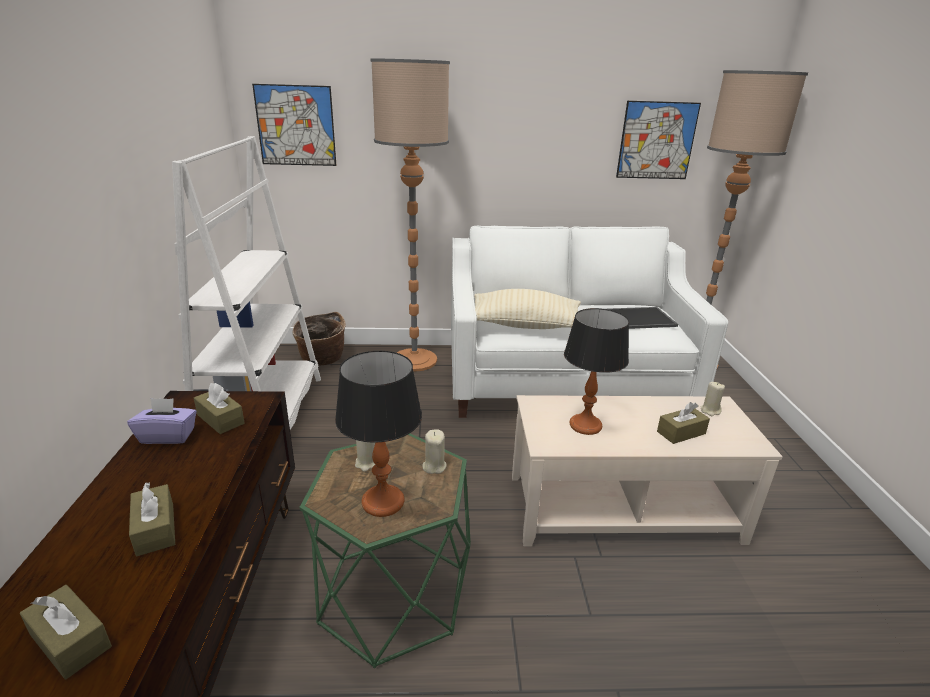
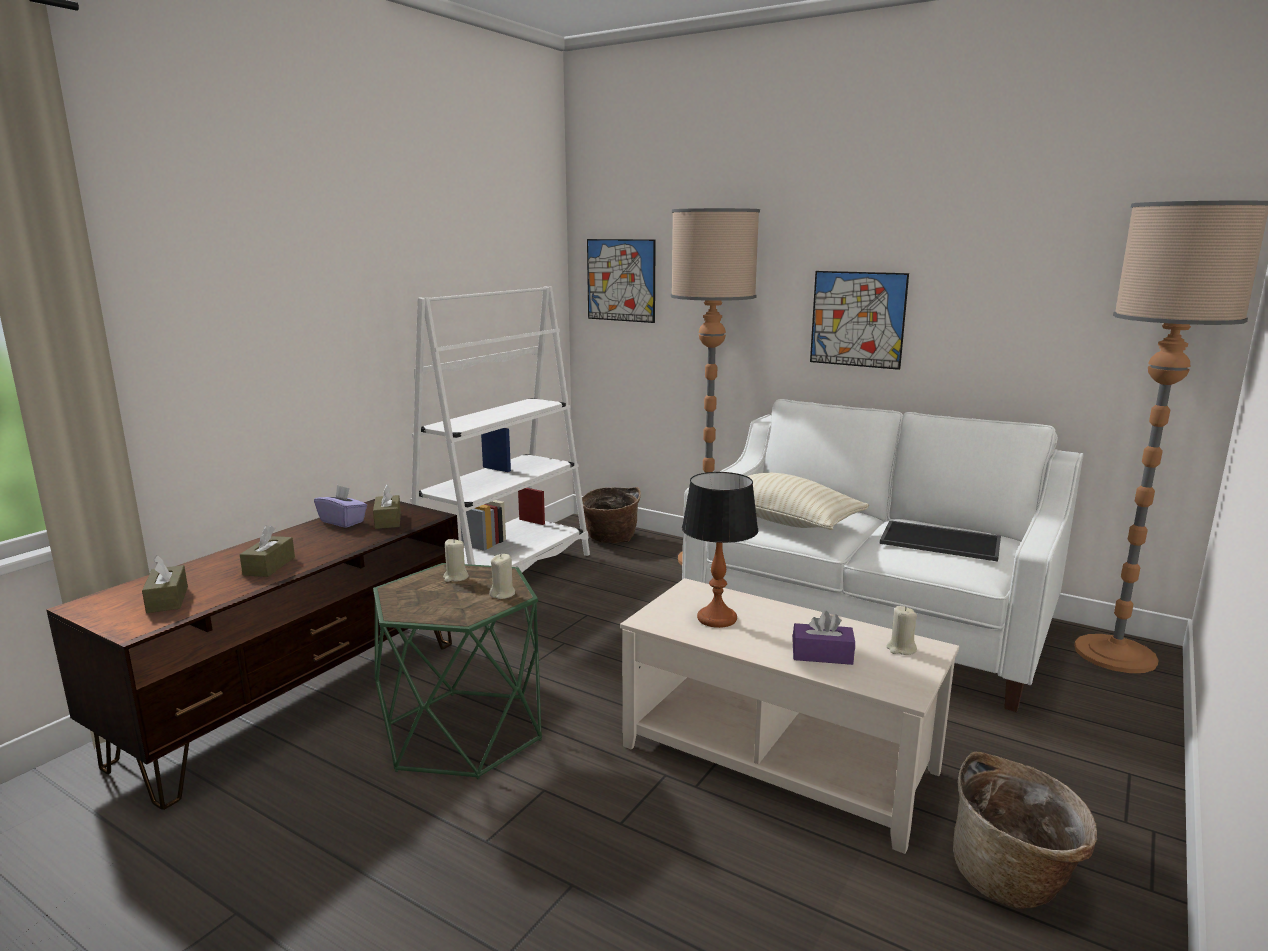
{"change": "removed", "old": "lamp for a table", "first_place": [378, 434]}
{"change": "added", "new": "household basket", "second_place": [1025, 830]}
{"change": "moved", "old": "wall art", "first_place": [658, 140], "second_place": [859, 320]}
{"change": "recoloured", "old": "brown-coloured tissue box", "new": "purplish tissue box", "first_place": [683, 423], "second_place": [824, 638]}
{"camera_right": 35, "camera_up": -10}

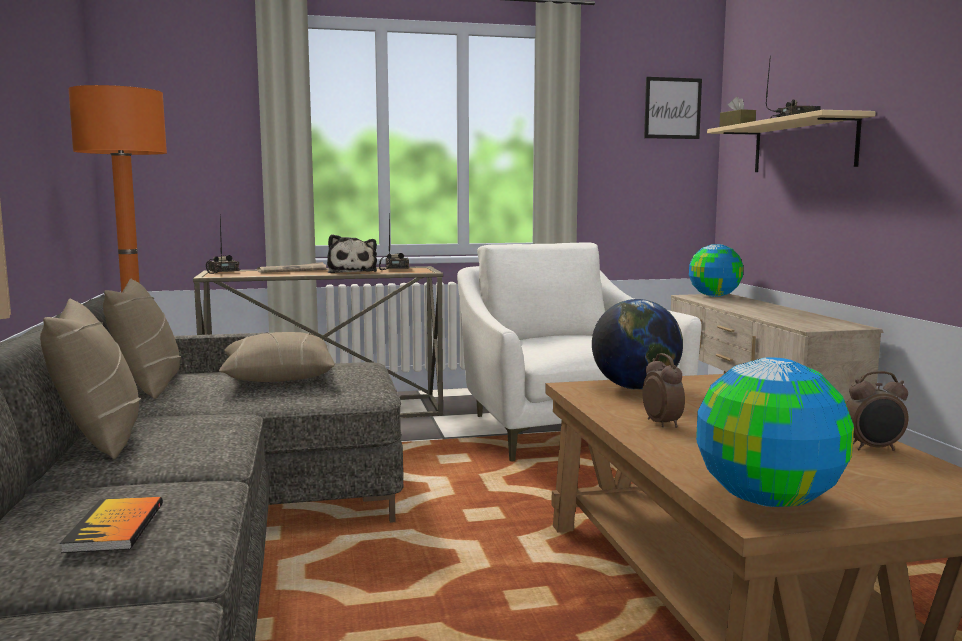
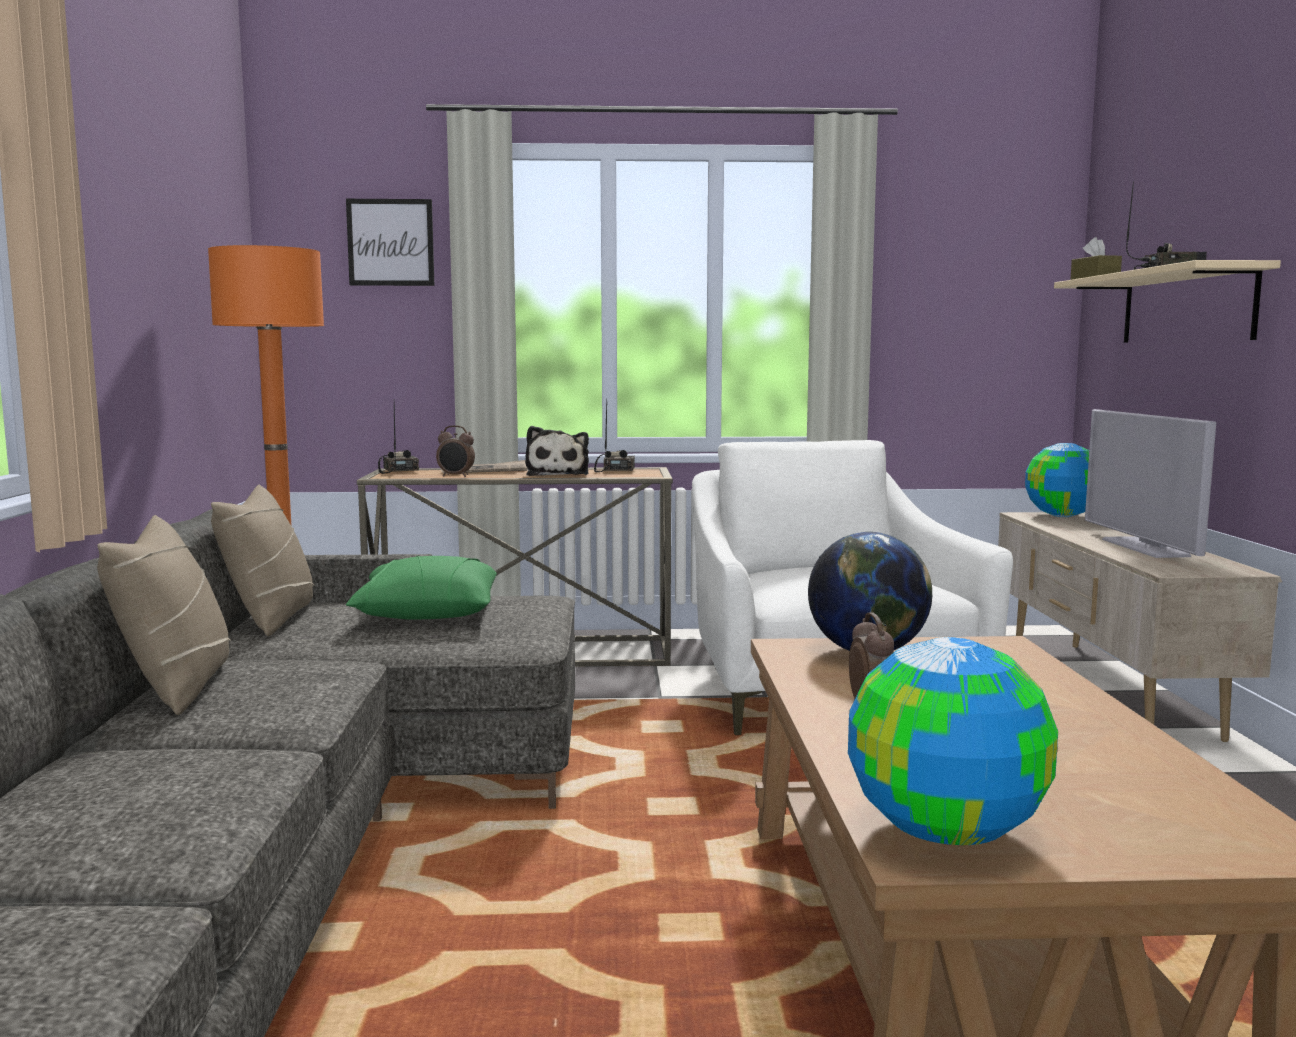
{"change": "removed", "old": "bound book", "first_place": [111, 525]}
{"change": "added", "new": "TV", "second_place": [1150, 483]}
{"change": "moved", "old": "wall art", "first_place": [673, 108], "second_place": [390, 242]}
{"change": "moved", "old": "table clock", "first_place": [877, 411], "second_place": [455, 451]}
{"change": "recoloured", "old": "beige cushion", "new": "green cushion", "first_place": [277, 357], "second_place": [421, 588]}
{"camera_right": 10, "camera_up": 0}

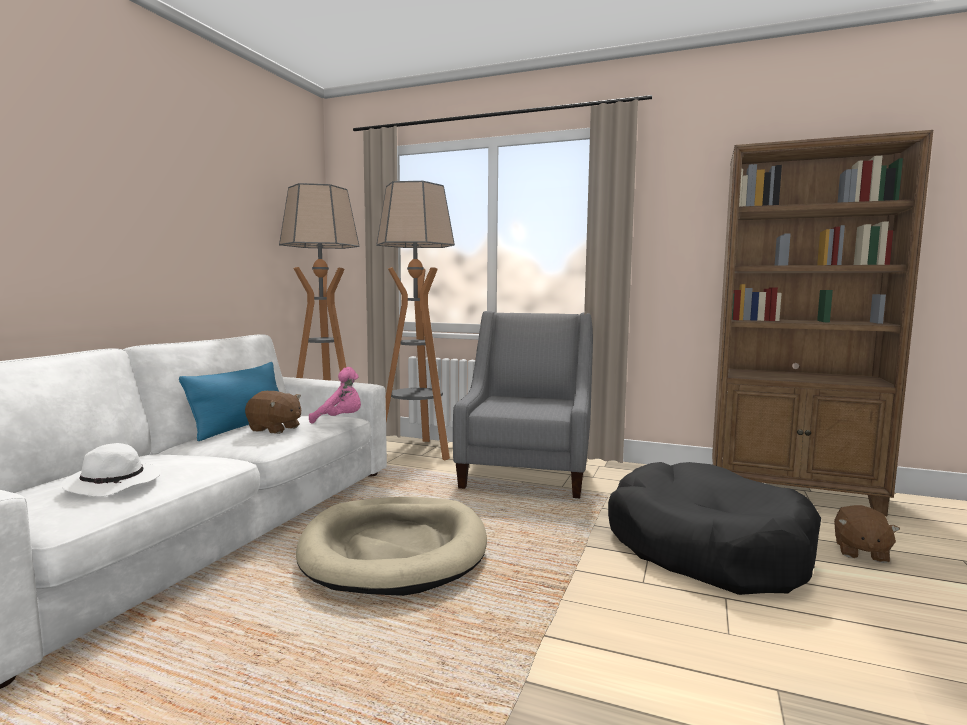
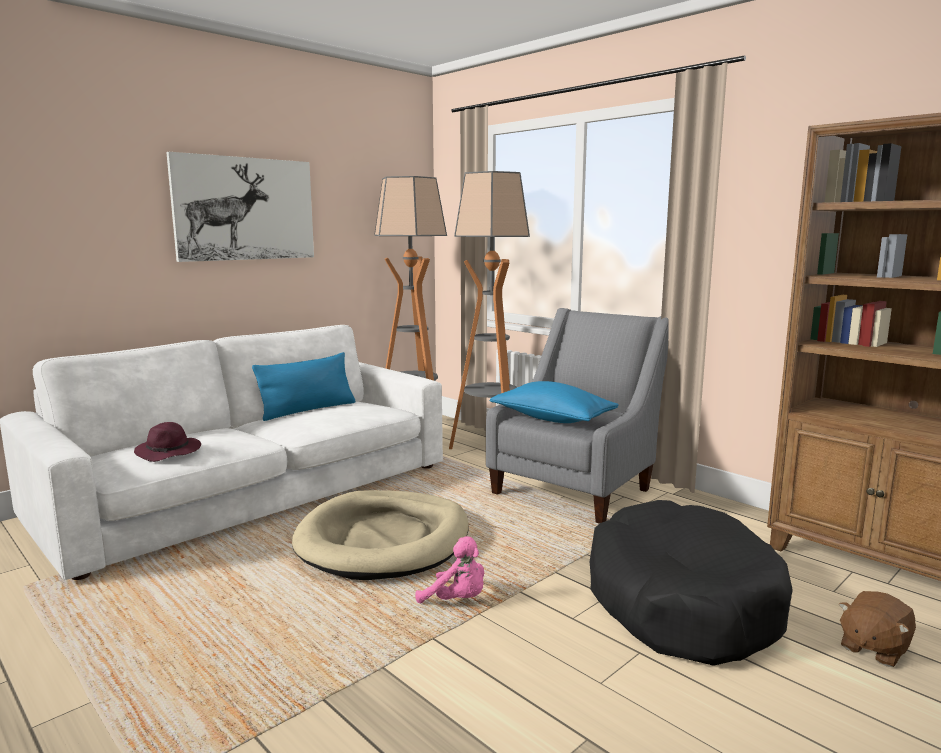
{"change": "removed", "old": "brown-coloured cuddly toy", "first_place": [273, 412]}
{"change": "added", "new": "wall art", "second_place": [240, 207]}
{"change": "added", "new": "bluish cushion", "second_place": [554, 402]}
{"change": "moved", "old": "pink cuddly toy", "first_place": [335, 395], "second_place": [449, 569]}
{"change": "recoloured", "old": "white-coloured wearable hat", "new": "purplish wearable hat", "first_place": [111, 470], "second_place": [167, 442]}
{"camera_right": 25, "camera_up": 5}

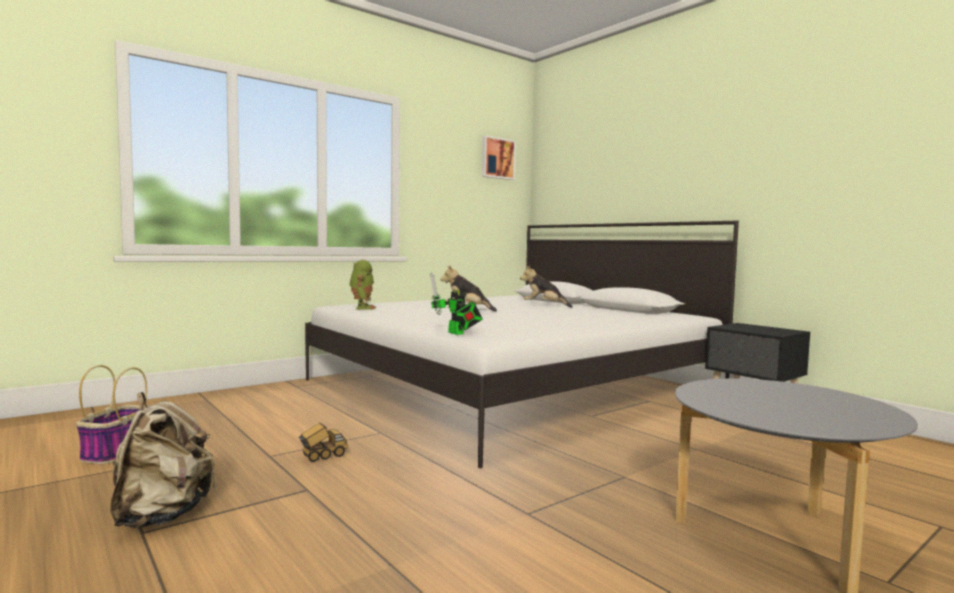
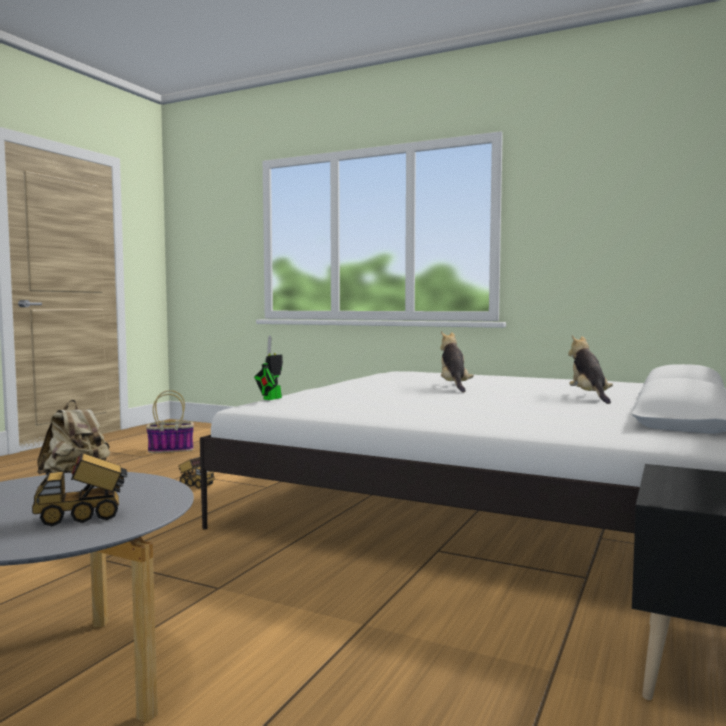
{"change": "removed", "old": "model robot", "first_place": [362, 285]}
{"change": "removed", "old": "wall art", "first_place": [499, 157]}
{"change": "added", "new": "model truck", "second_place": [80, 490]}
{"camera_right": 65, "camera_up": 0}

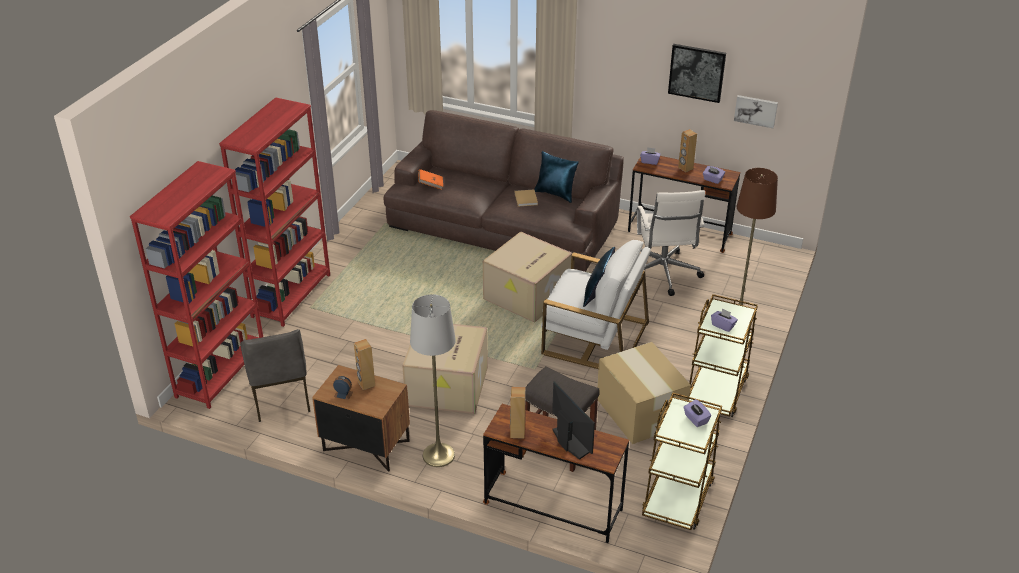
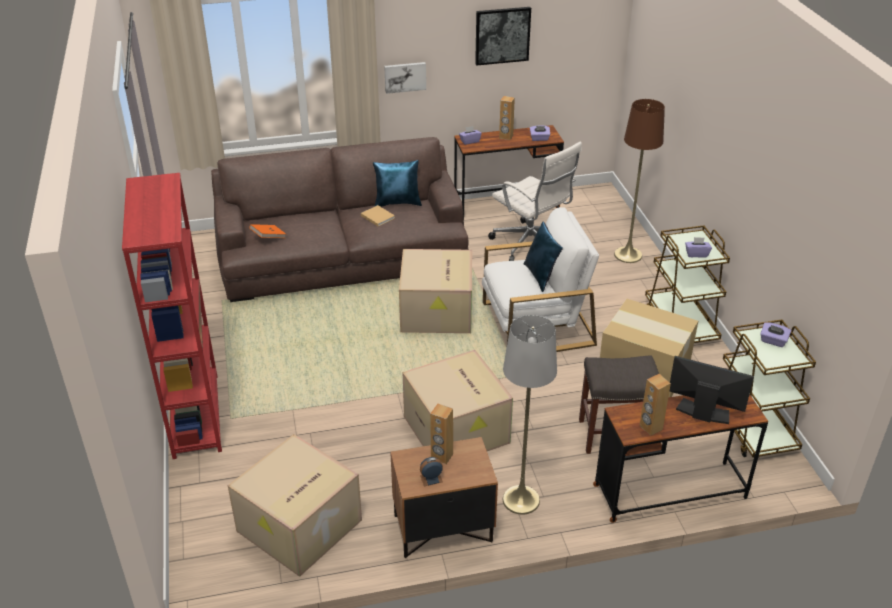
{"change": "removed", "old": "red bookshelf", "first_place": [196, 285]}
{"change": "moved", "old": "wall art", "first_place": [756, 111], "second_place": [405, 78]}
{"change": "replaced", "old": "grey plain chair", "new": "cardboard box", "first_place": [275, 375], "second_place": [295, 505]}
{"camera_right": -35, "camera_up": 0}

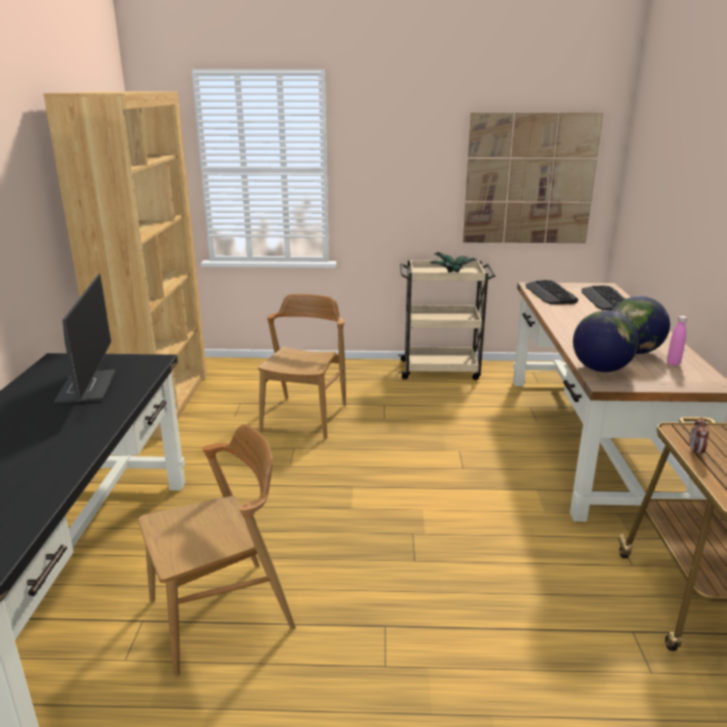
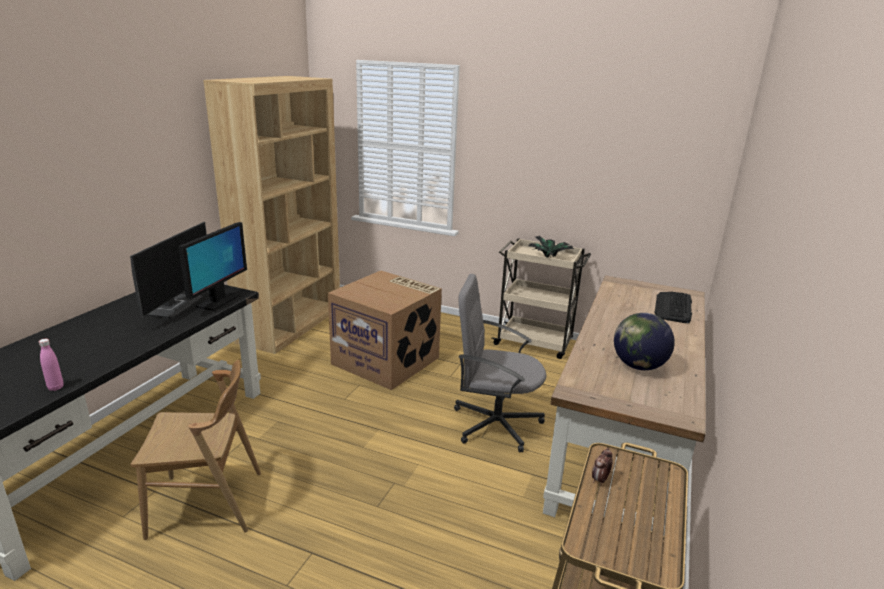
{"change": "removed", "old": "wall art", "first_place": [533, 178]}
{"change": "removed", "old": "keyboard", "first_place": [551, 292]}
{"change": "removed", "old": "world globe", "first_place": [606, 341]}
{"change": "added", "new": "monitor", "second_place": [212, 266]}
{"change": "added", "new": "grey office chair", "second_place": [500, 363]}
{"change": "moved", "old": "pink beverage bottle", "first_place": [677, 341], "second_place": [51, 365]}
{"change": "replaced", "old": "brown-coloured plain chair", "new": "cardboard box", "first_place": [302, 366], "second_place": [385, 330]}
{"camera_right": 20, "camera_up": 0}

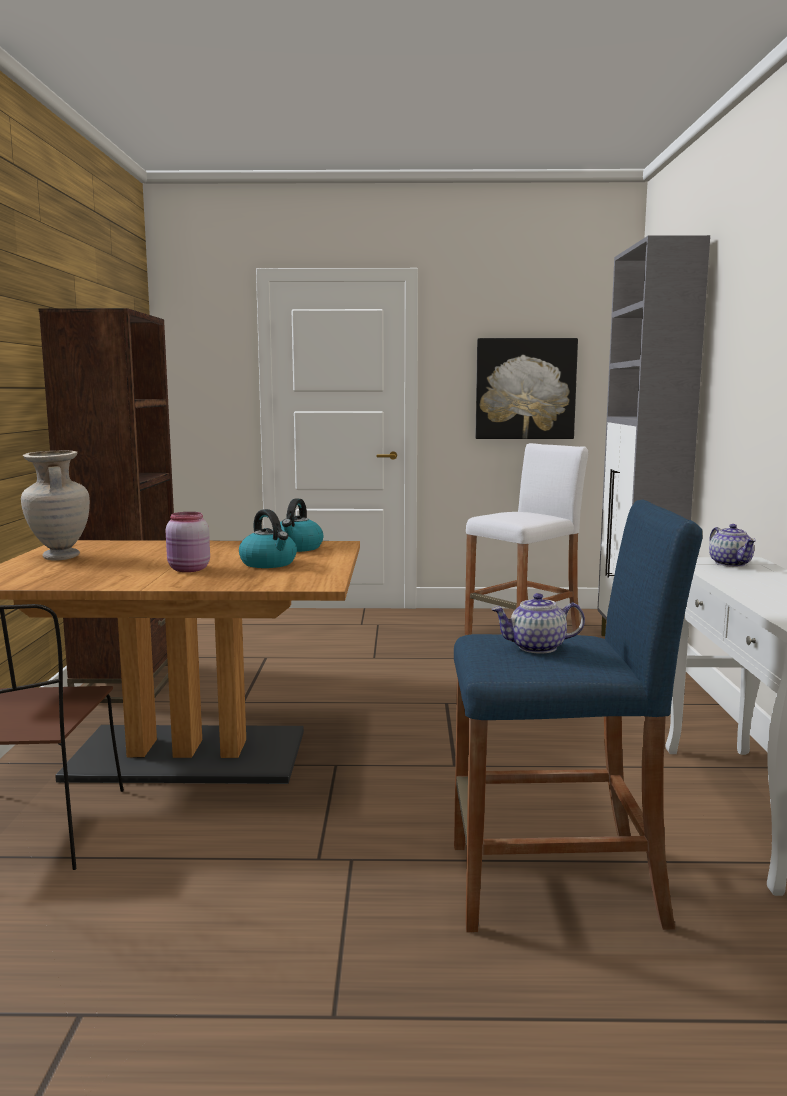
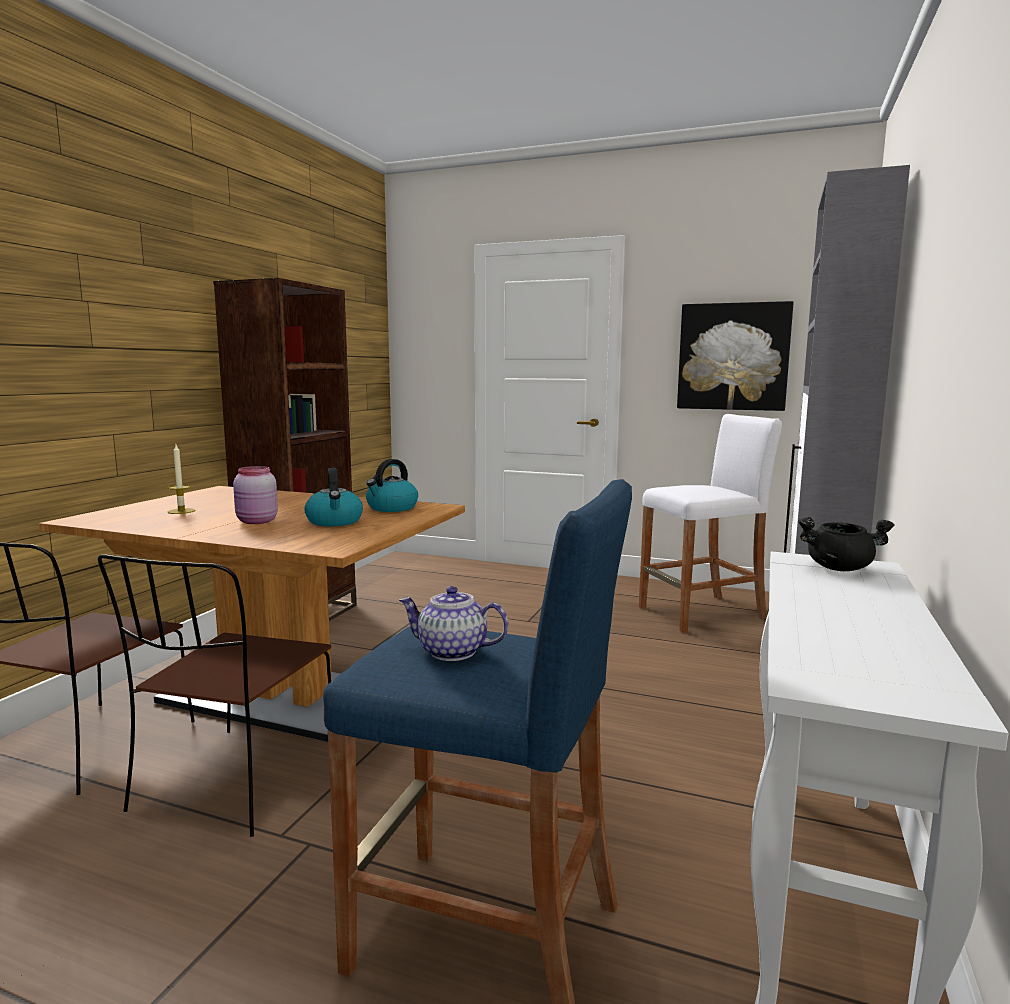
{"change": "removed", "old": "beige vase", "first_place": [55, 505]}
{"change": "added", "new": "brown-coloured plain chair", "second_place": [214, 695]}
{"change": "added", "new": "wax candle", "second_place": [181, 479]}
{"change": "replaced", "old": "tea pot", "new": "black cooking pot", "first_place": [732, 545], "second_place": [846, 544]}
{"camera_right": 20, "camera_up": 0}

